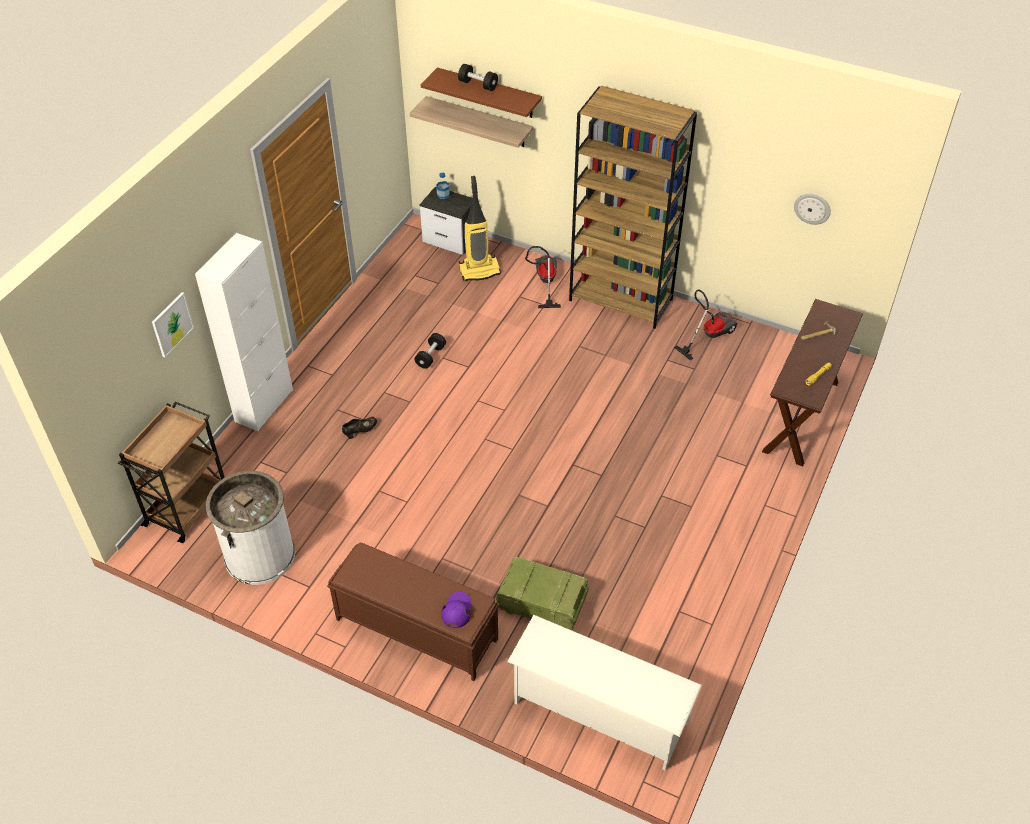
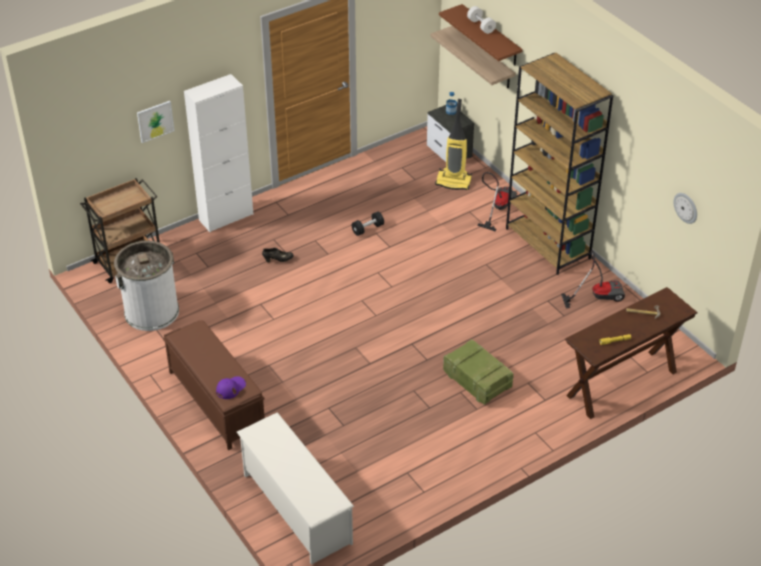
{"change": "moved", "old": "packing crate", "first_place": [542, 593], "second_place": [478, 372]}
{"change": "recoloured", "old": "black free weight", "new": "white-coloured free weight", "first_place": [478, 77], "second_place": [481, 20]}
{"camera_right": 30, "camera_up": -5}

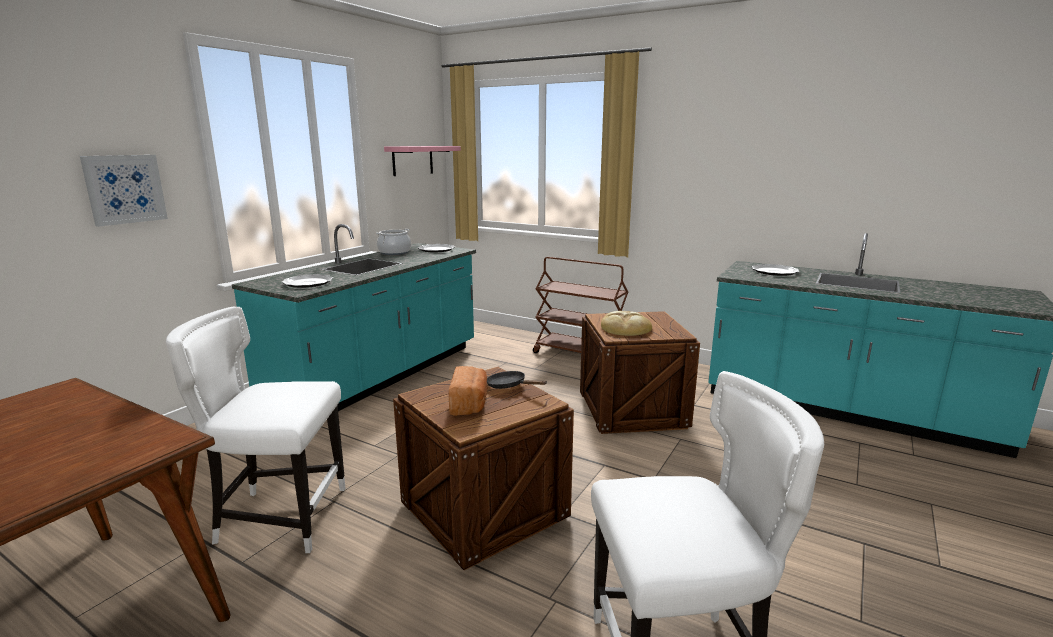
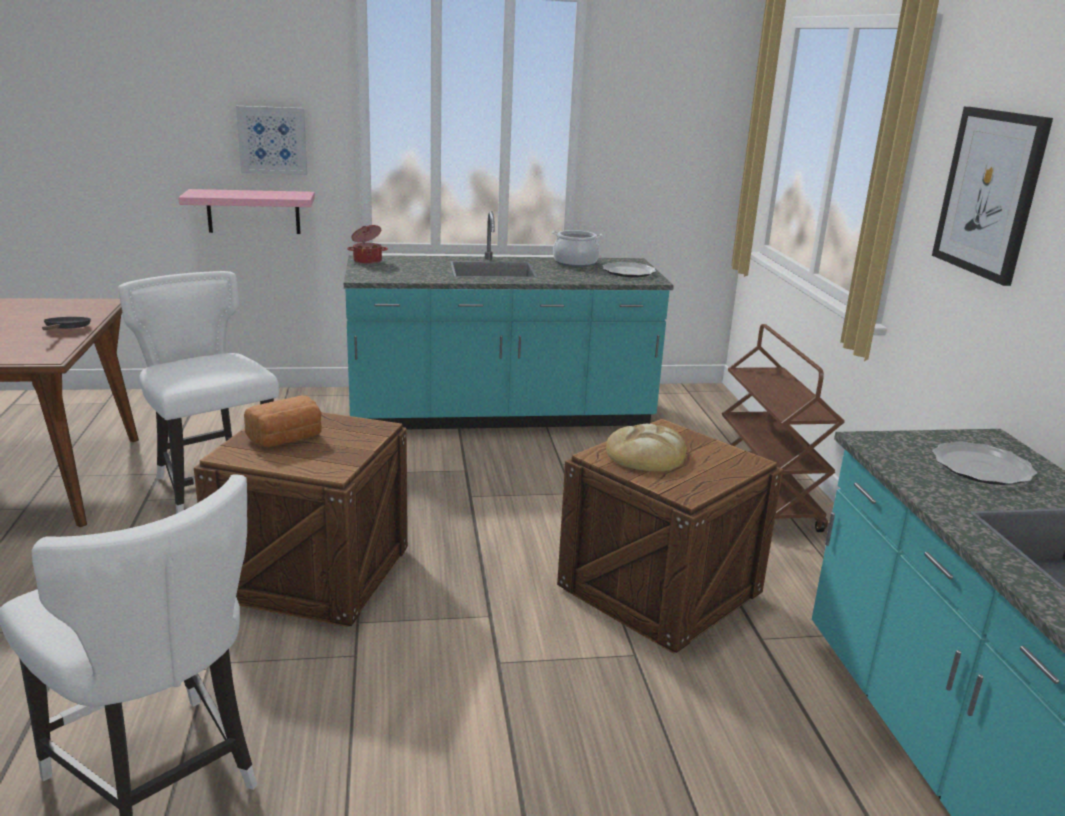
{"change": "removed", "old": "dinner plate", "first_place": [307, 281]}
{"change": "added", "new": "cooking pot", "second_place": [367, 244]}
{"change": "added", "new": "wall art", "second_place": [992, 196]}
{"change": "moved", "old": "pink wall shelf", "first_place": [422, 161], "second_place": [246, 211]}
{"change": "moved", "old": "black pan", "first_place": [517, 380], "second_place": [66, 323]}
{"camera_right": 50, "camera_up": 5}

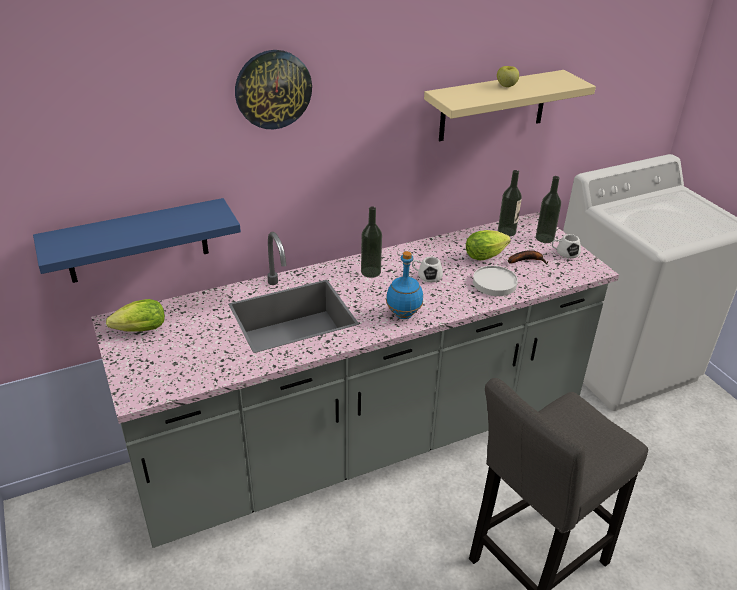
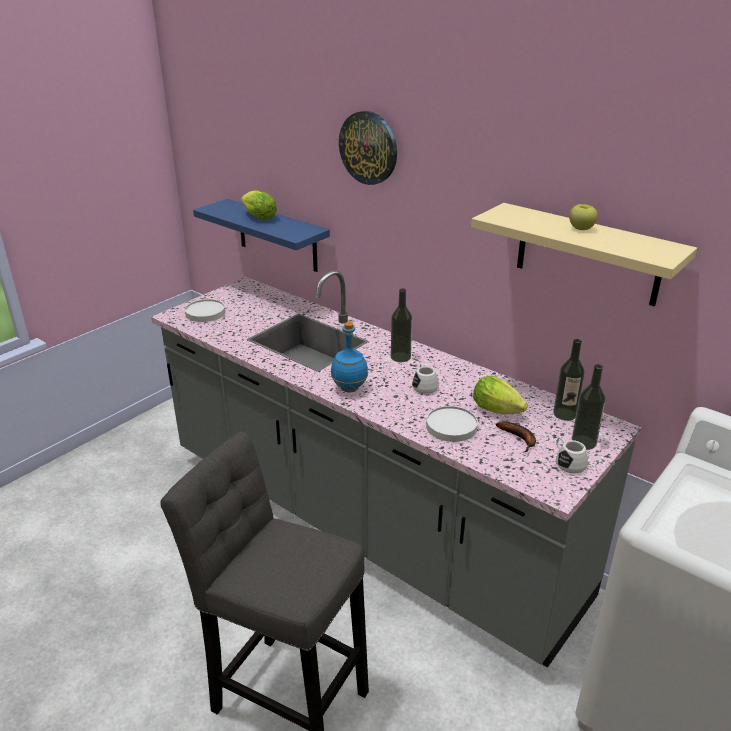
{"change": "added", "new": "white-coloured dinner plate", "second_place": [205, 310]}
{"change": "moved", "old": "lettuce", "first_place": [135, 315], "second_place": [259, 205]}
{"camera_right": 65, "camera_up": -5}

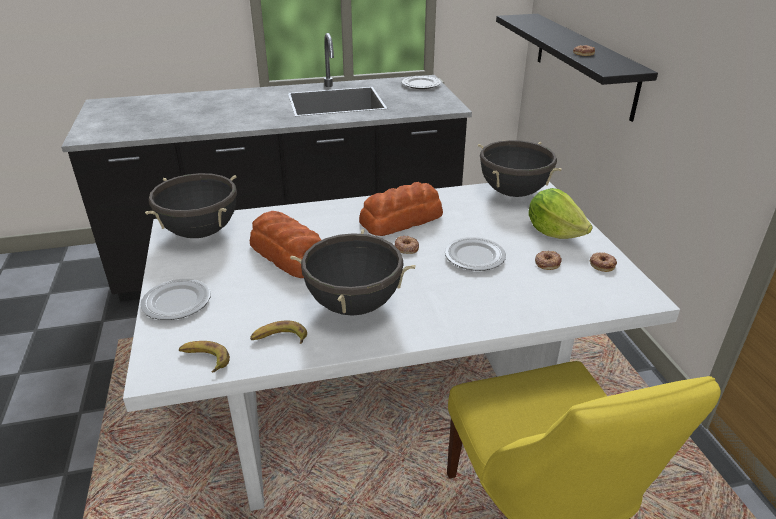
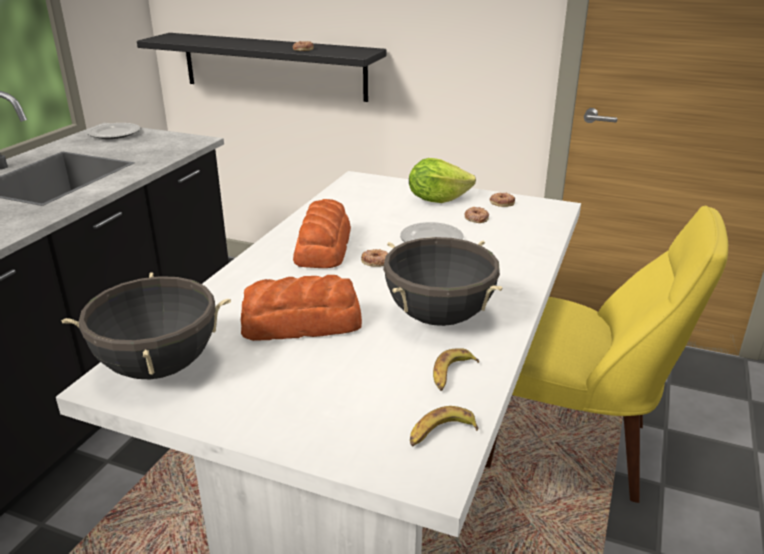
{"change": "removed", "old": "dinner plate", "first_place": [175, 299]}
{"change": "removed", "old": "black cooking pot", "first_place": [520, 168]}
{"camera_right": -55, "camera_up": -5}

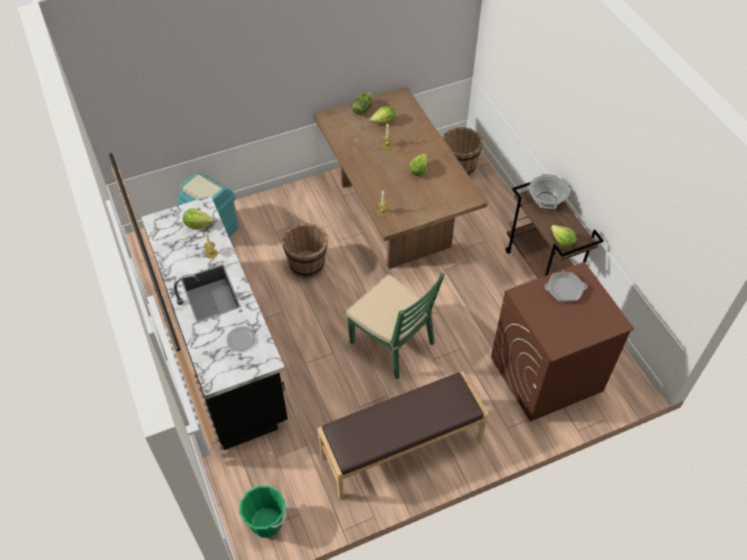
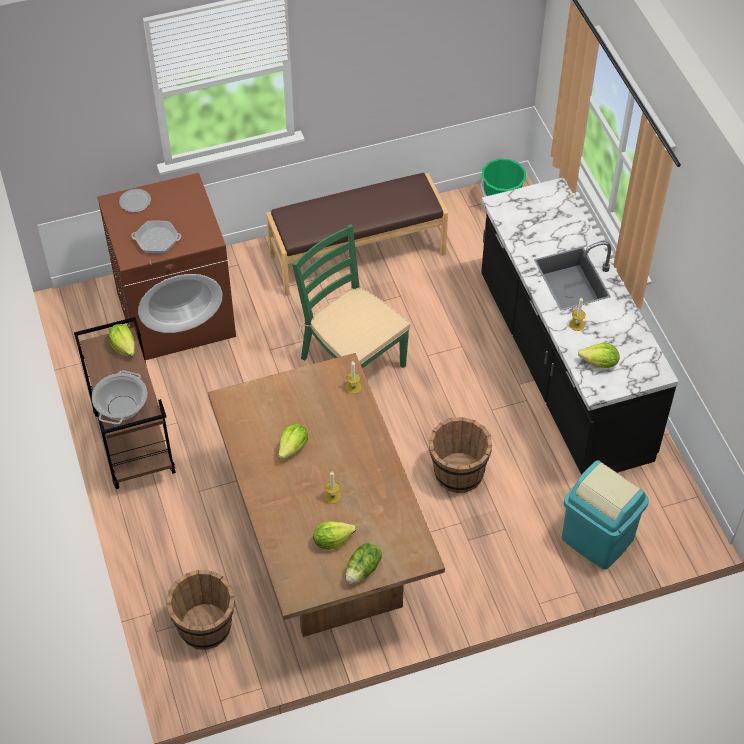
{"change": "moved", "old": "dinner plate", "first_place": [241, 339], "second_place": [135, 200]}
{"camera_right": -175, "camera_up": 0}

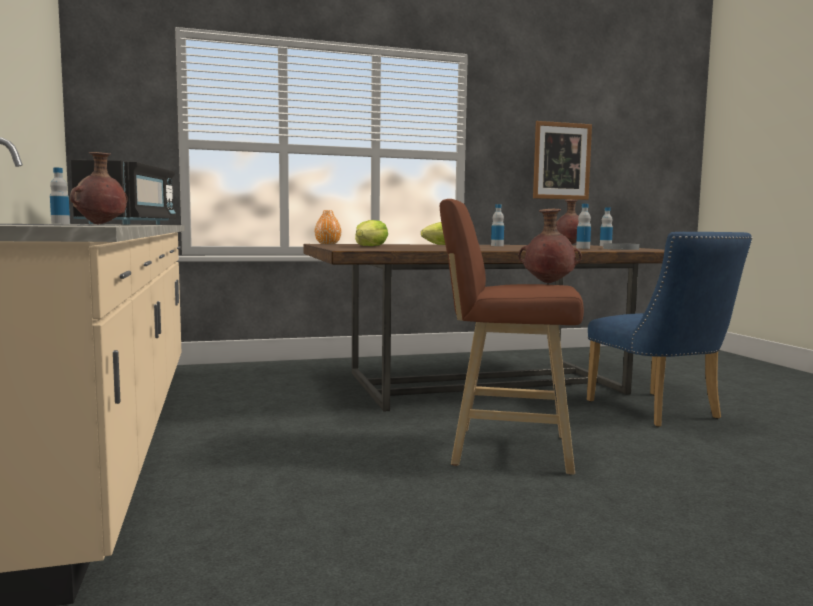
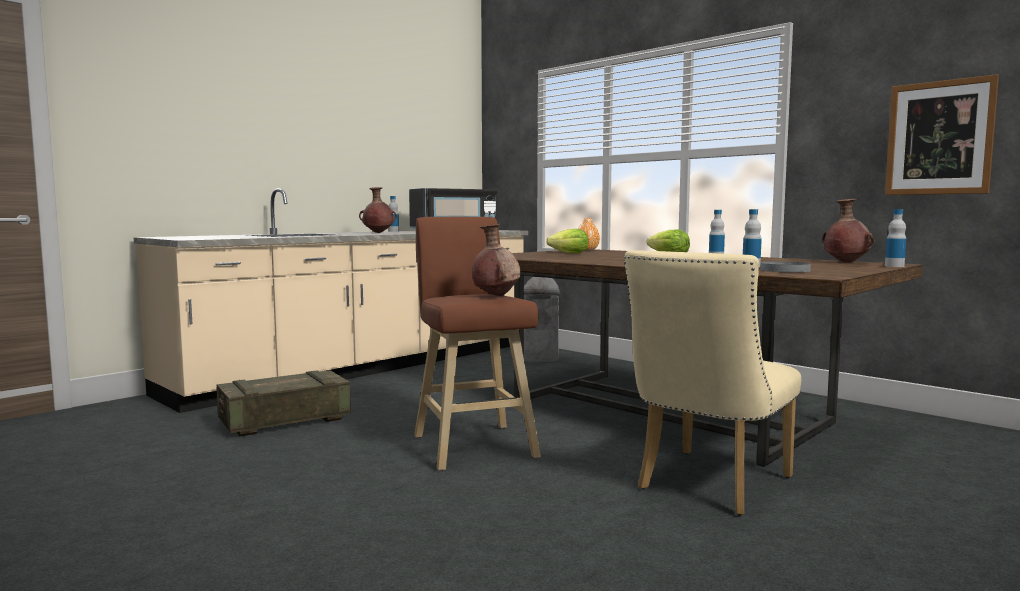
{"change": "added", "new": "packing crate", "second_place": [283, 403]}
{"change": "added", "new": "grey rubbish bin", "second_place": [542, 319]}
{"change": "recoloured", "old": "bluish plain chair", "new": "beige plain chair", "first_place": [669, 329], "second_place": [712, 383]}
{"camera_right": 60, "camera_up": 0}

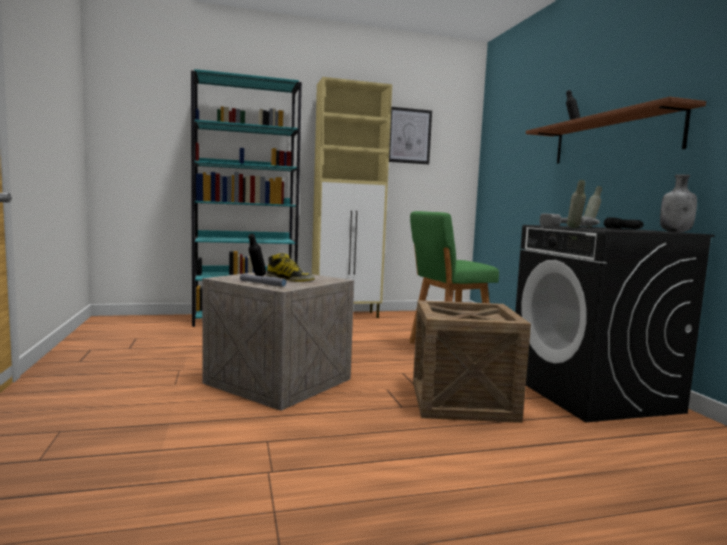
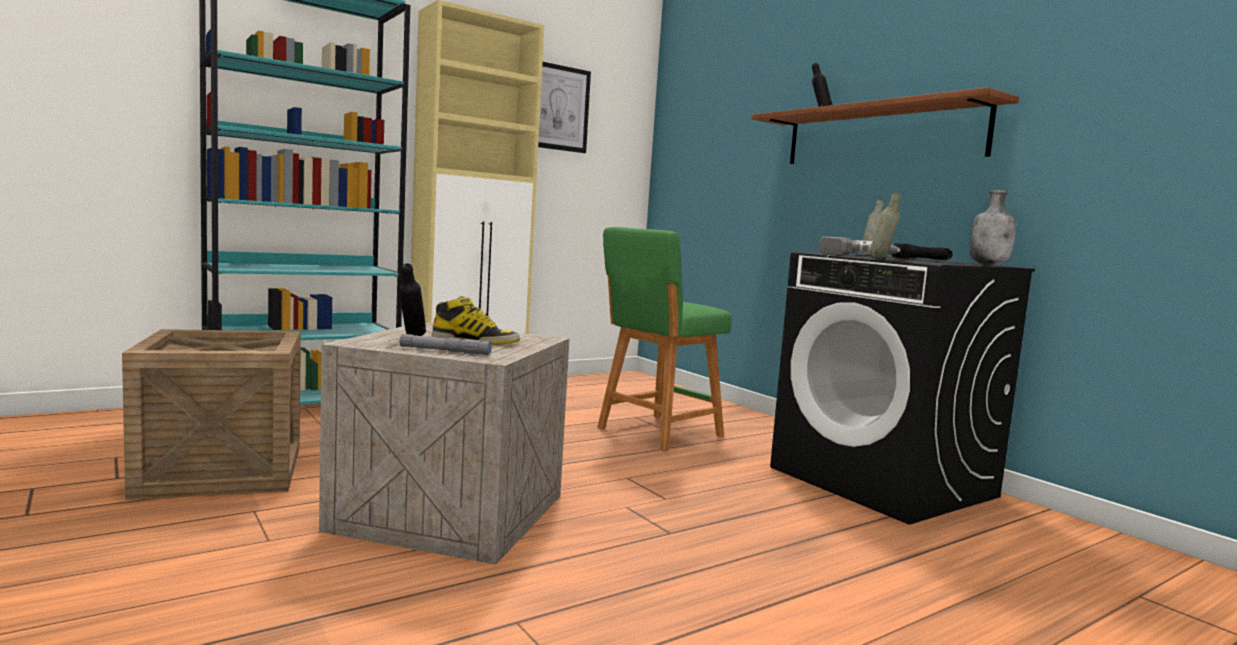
{"change": "moved", "old": "packing crate", "first_place": [472, 361], "second_place": [211, 414]}
{"camera_right": -20, "camera_up": 0}

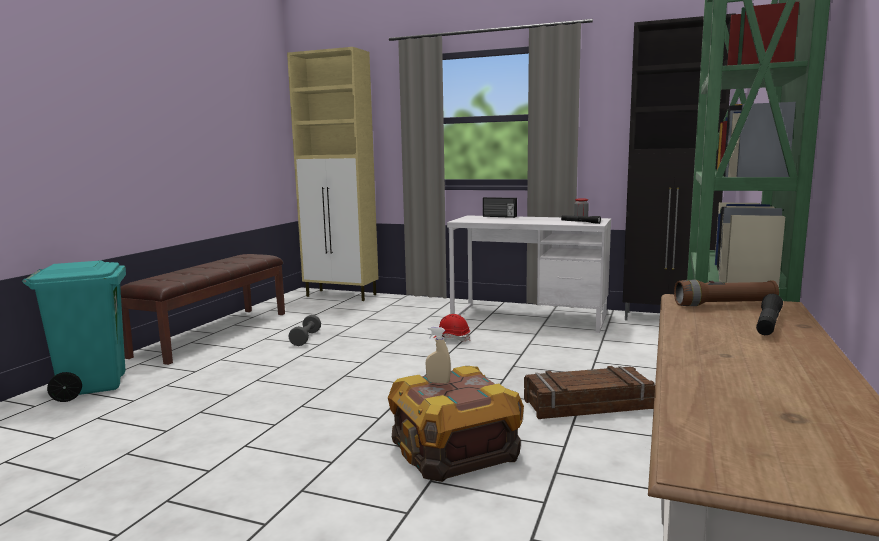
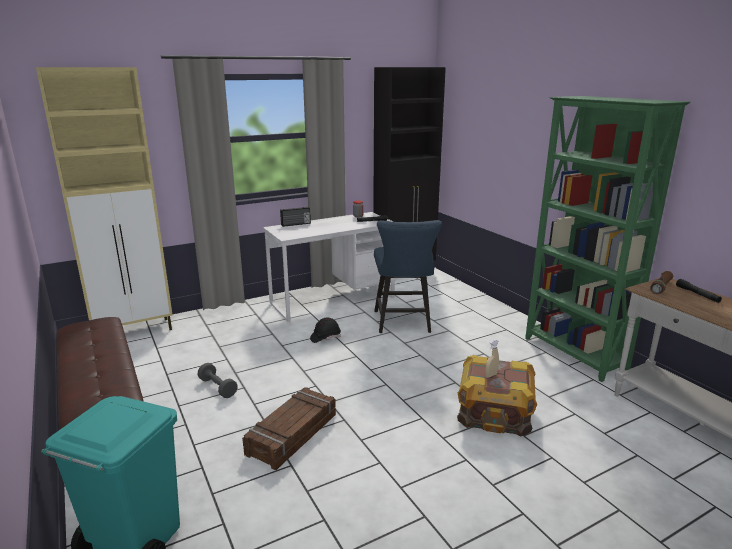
{"change": "added", "new": "bluish plain chair", "second_place": [408, 276]}
{"change": "moved", "old": "packing crate", "first_place": [589, 392], "second_place": [289, 428]}
{"change": "recoloured", "old": "red work helmet", "new": "black work helmet", "first_place": [452, 327], "second_place": [325, 330]}
{"camera_right": -50, "camera_up": 10}

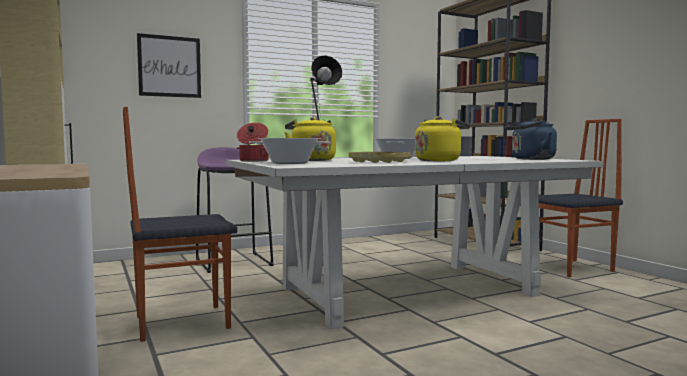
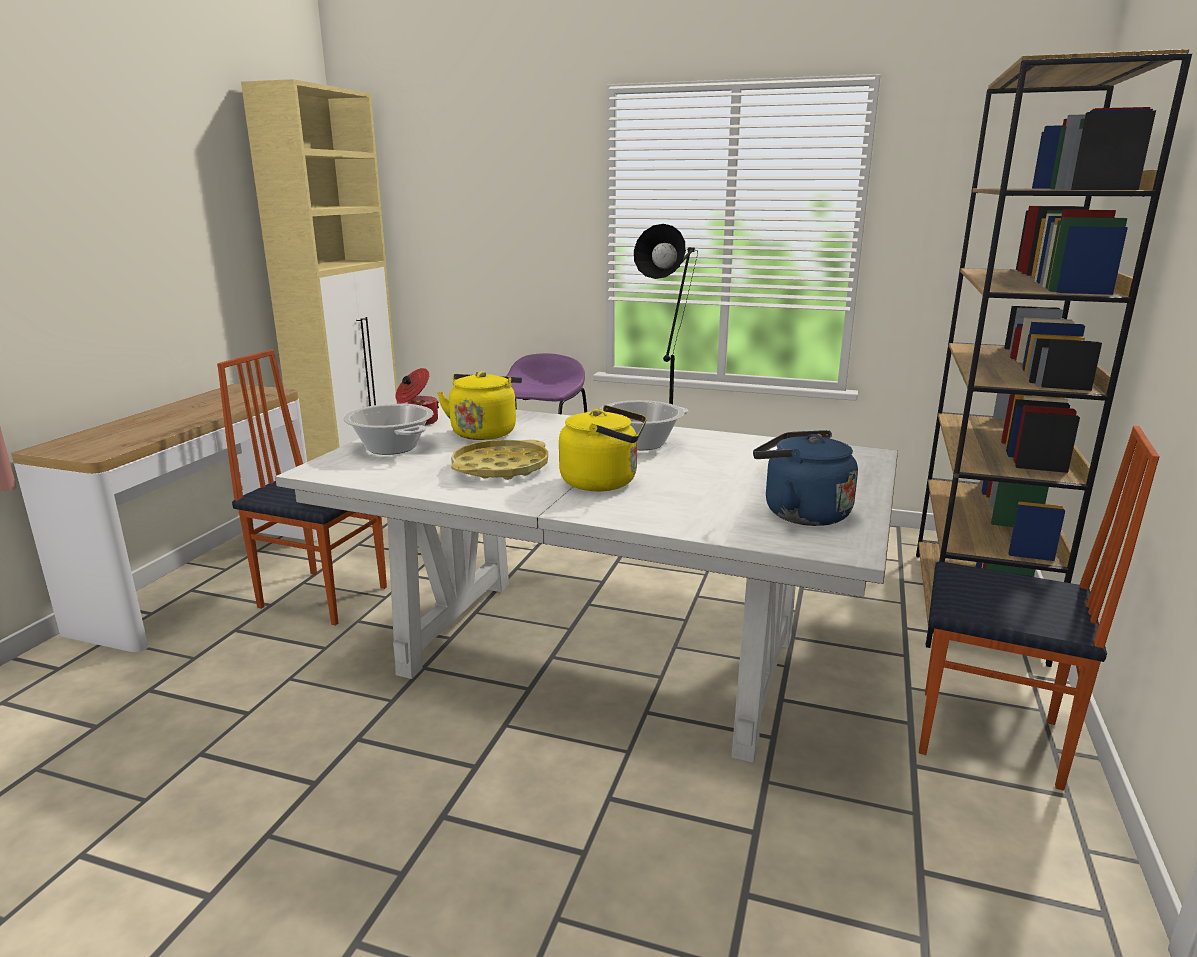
{"change": "removed", "old": "wall art", "first_place": [169, 65]}
{"camera_right": 45, "camera_up": 15}

